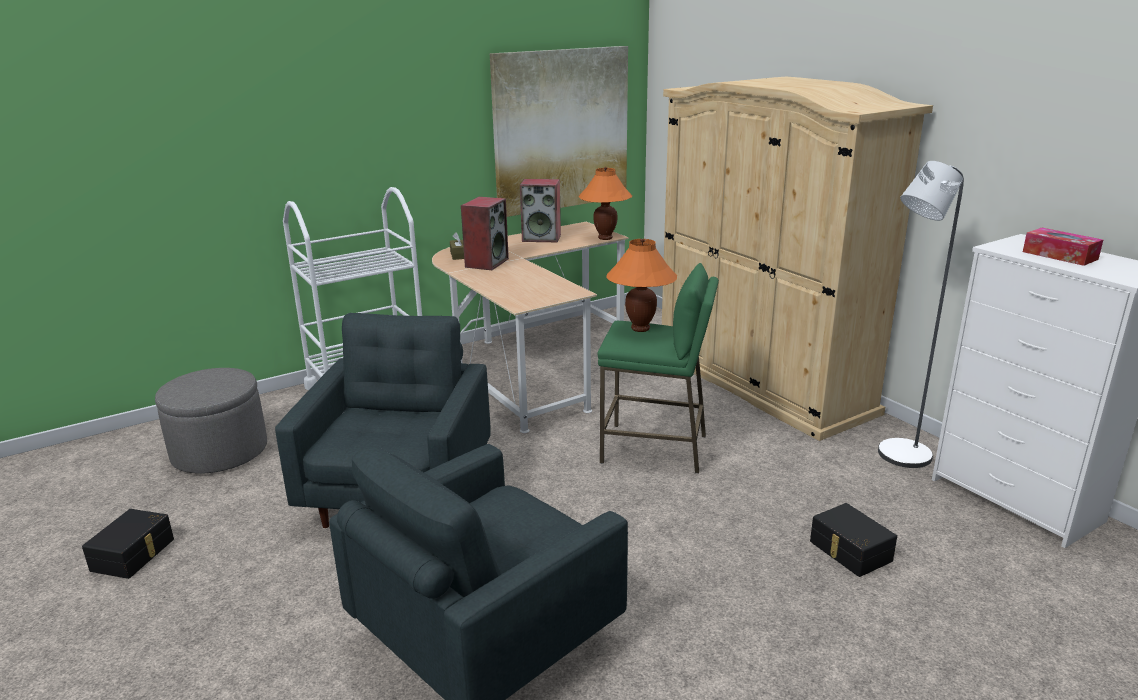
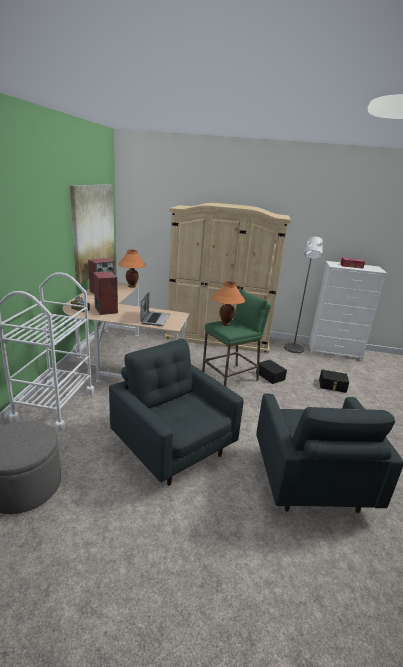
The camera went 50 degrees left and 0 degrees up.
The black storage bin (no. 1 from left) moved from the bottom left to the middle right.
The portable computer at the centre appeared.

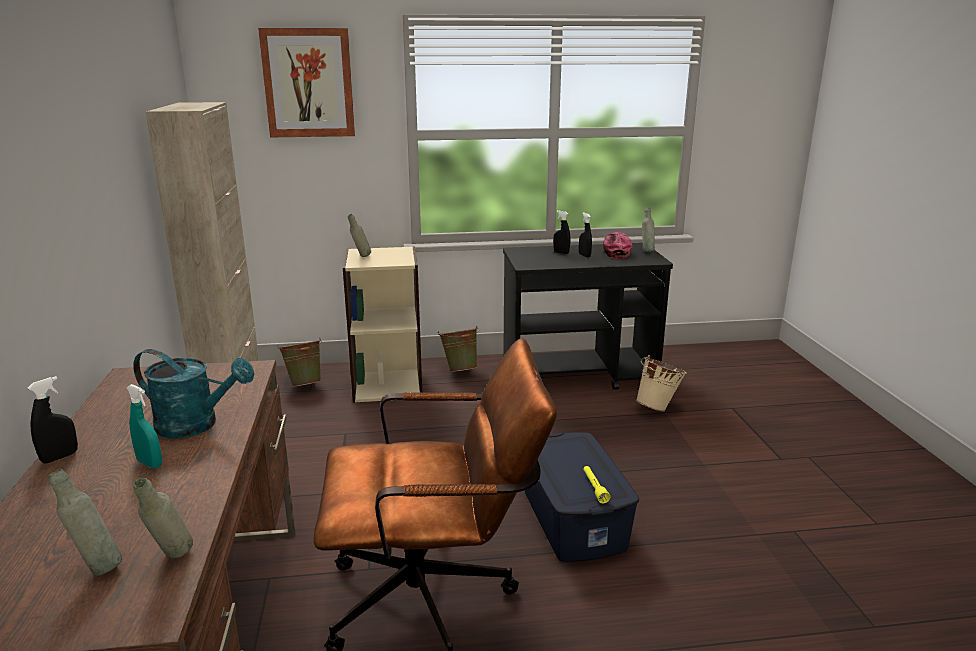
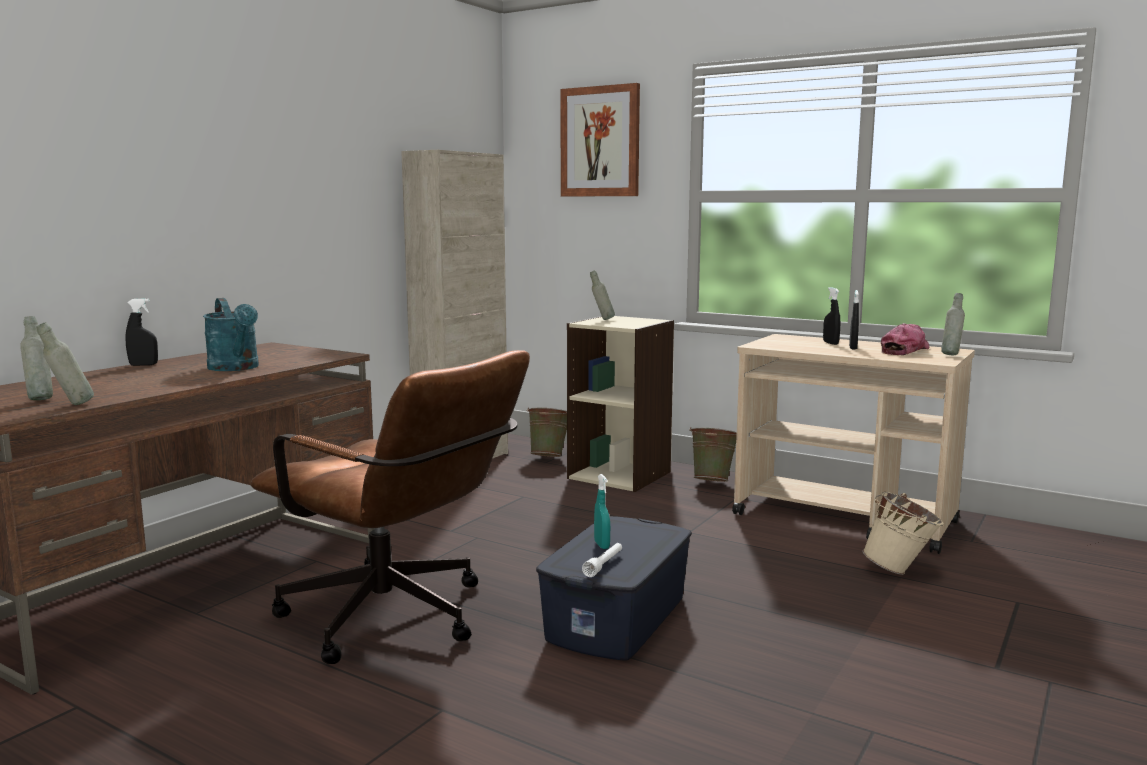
The camera went 40 degrees right and 10 degrees down.
The turquoise-coloured spray bottle moved from the middle left to the bottom centre.
The black wheeled cart at the centre became the sand-coloured wheeled cart at the middle right.
The yellow-coloured torch at the bottom centre became the white torch at the bottom centre.

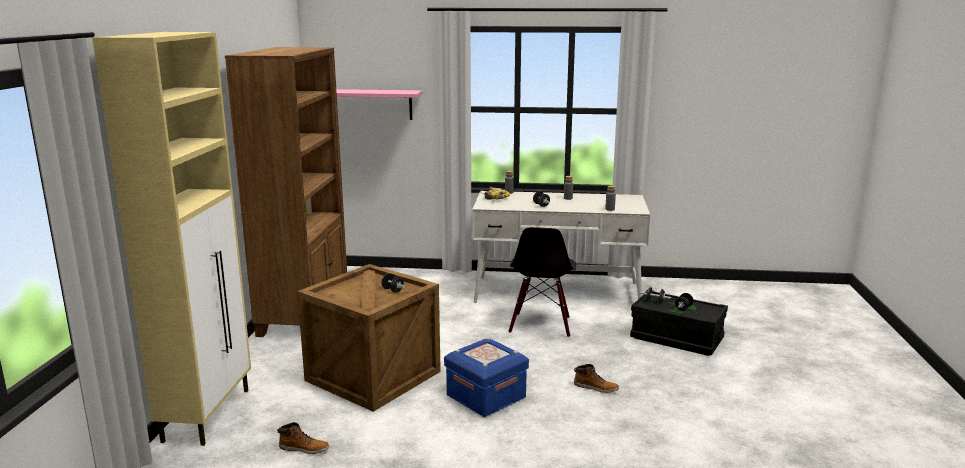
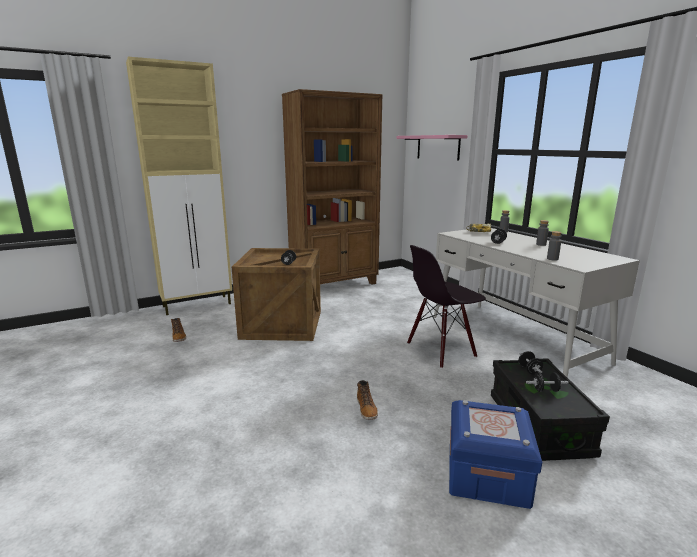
The camera went 55 degrees right and 0 degrees up.
The blue-coloured storage bin moved from the bottom centre to the bottom right.

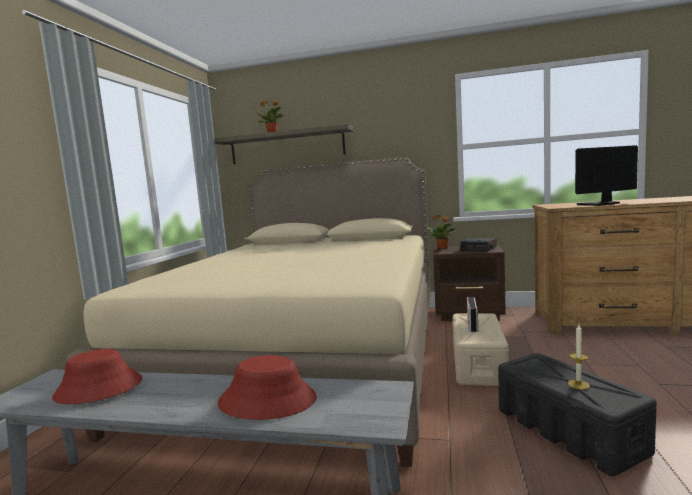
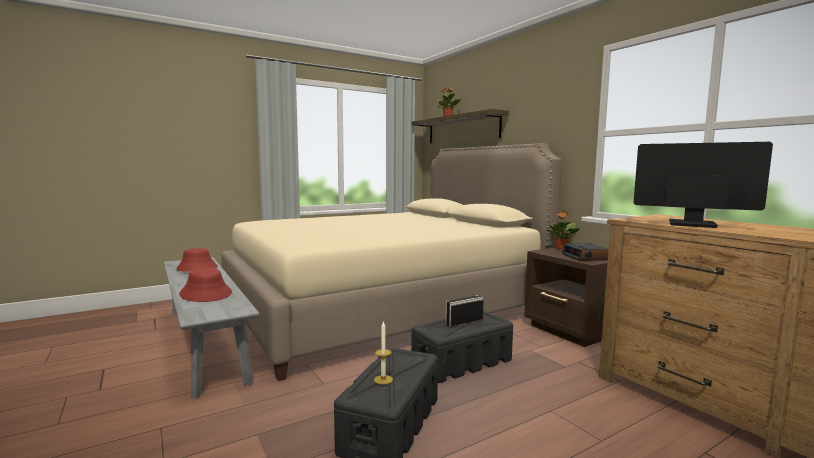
The camera went 45 degrees right and 0 degrees up.
The sand-coloured storage bin at the bottom right became the black storage bin (no. 2 from left) at the bottom centre.

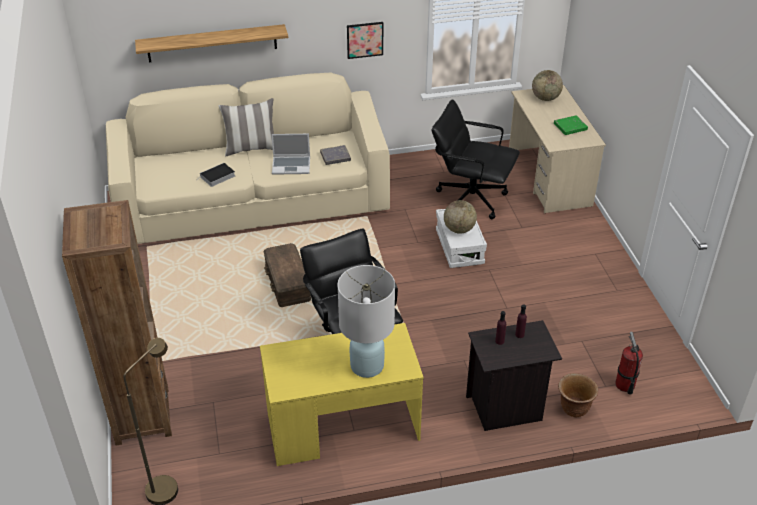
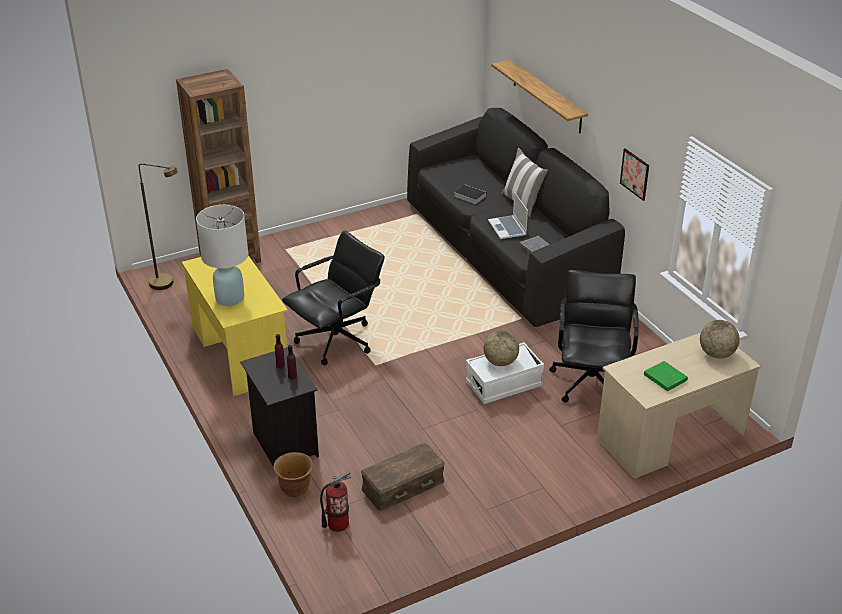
The camera went 75 degrees right and 5 degrees down.
The sand-coloured sofa at the top left became the black sofa at the centre.
The brownish storage bin moved from the centre to the bottom centre.

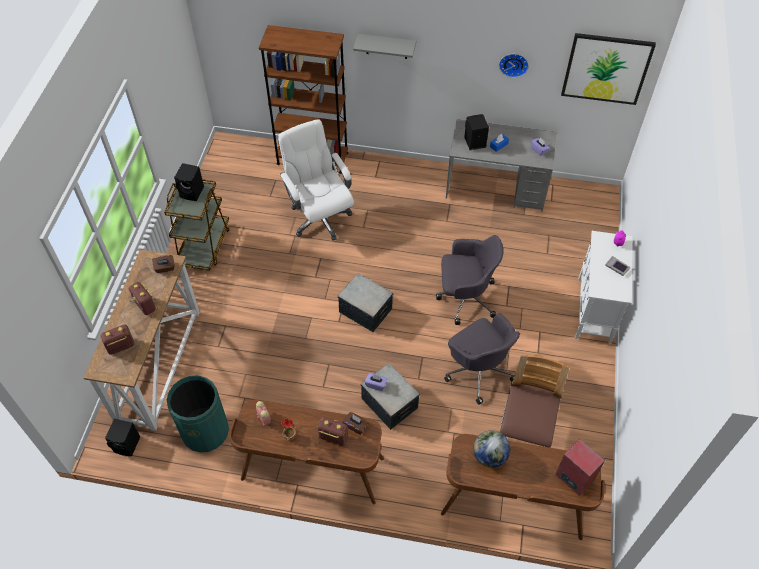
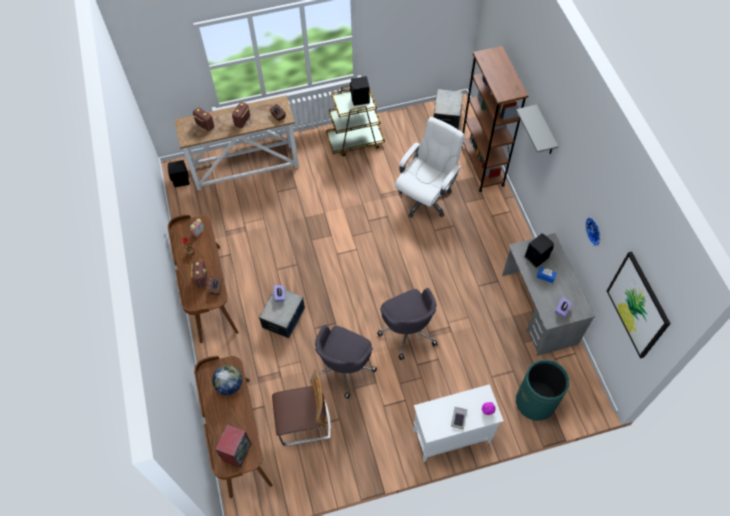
The camera went 65 degrees right and 5 degrees up.
The greenish waste bin moved from the bottom left to the bottom right.
The storage bin (no. 1 from left in the first image) moved from the centre to the top centre.

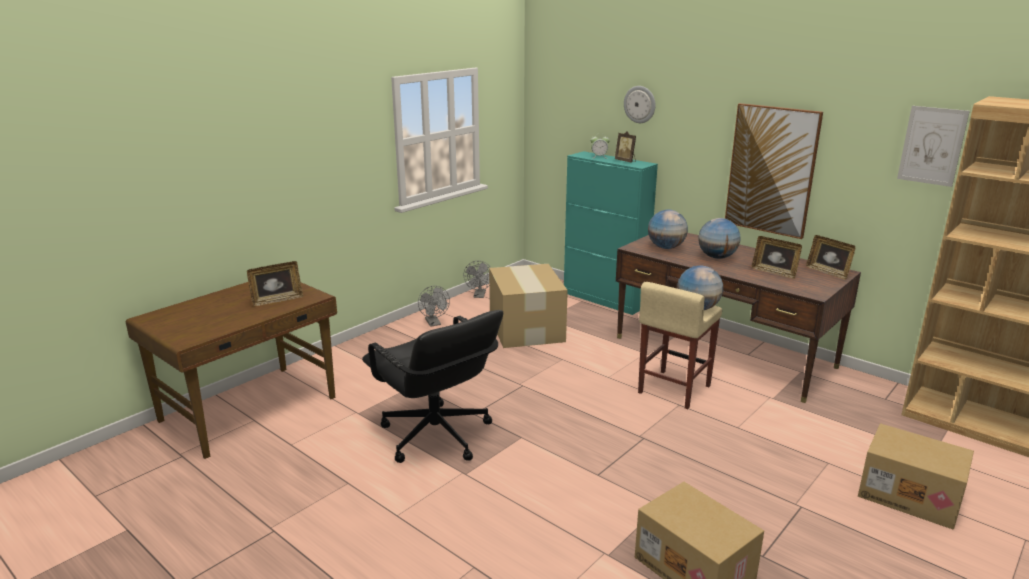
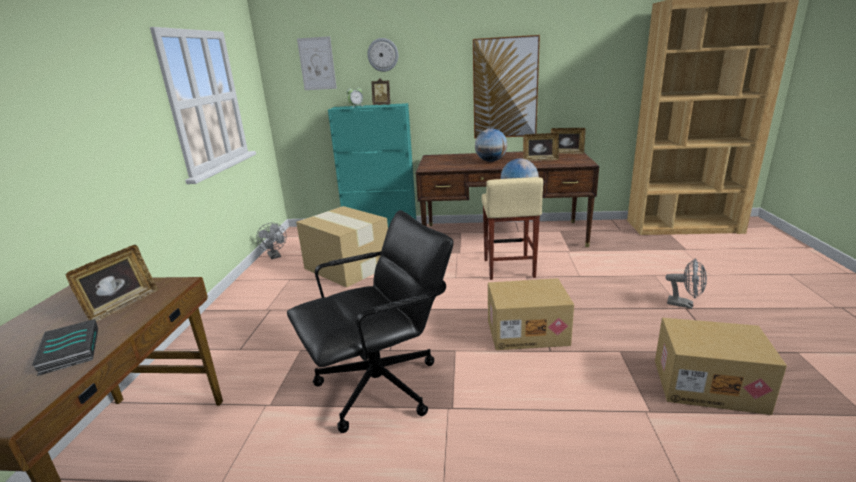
The camera went 35 degrees left and 0 degrees up.
The black desk chair at the bottom centre turned 45 degrees counterclockwise.
The grey fan (no. 1 from left in the first image) moved from the centre to the middle right.
The world globe (no. 1 from left) at the centre disappeared.
The cardboard box (no. 3 from left in the first image) moved from the bottom right to the centre.
The picture (no. 2 from left in the first image) moved from the top right to the top centre.
The book at the bottom left appeared.

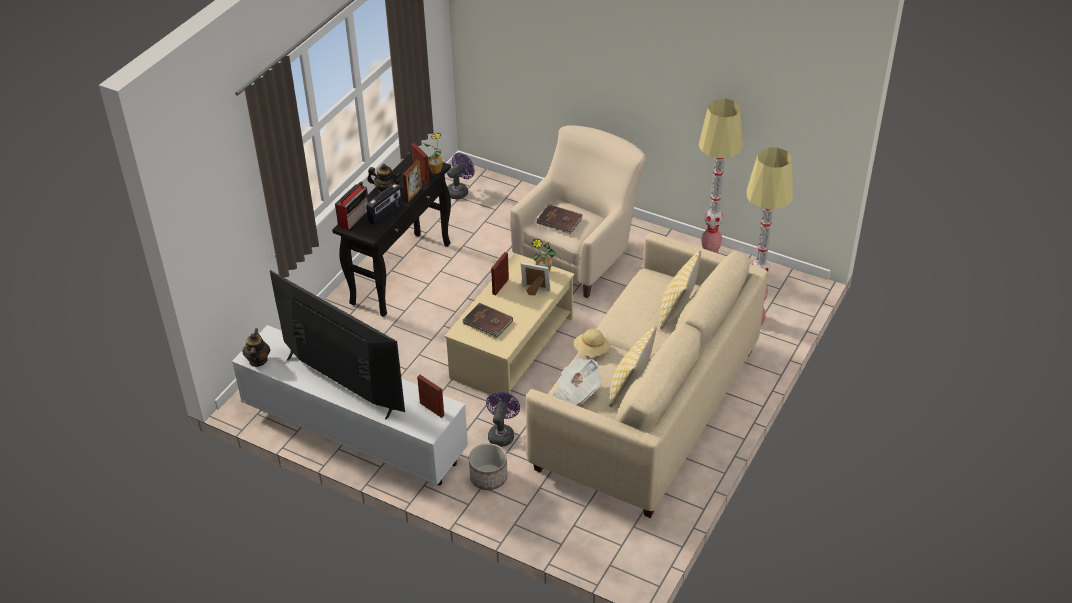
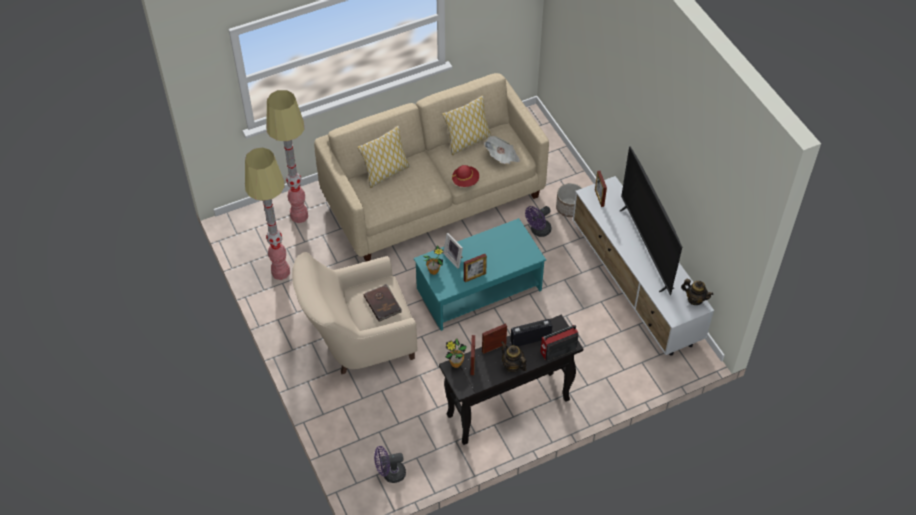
The camera went 145 degrees left and 10 degrees up.
The teapot (no. 1 from left in the first image) at the middle left turned 90 degrees counterclockwise.
The sand-coloured lounge table at the centre became the turquoise-coloured lounge table at the centre.
The brownish book (no. 1 from left) at the centre disappeared.
The sand-coloured clothing hat at the centre became the red-coloured clothing hat at the centre.

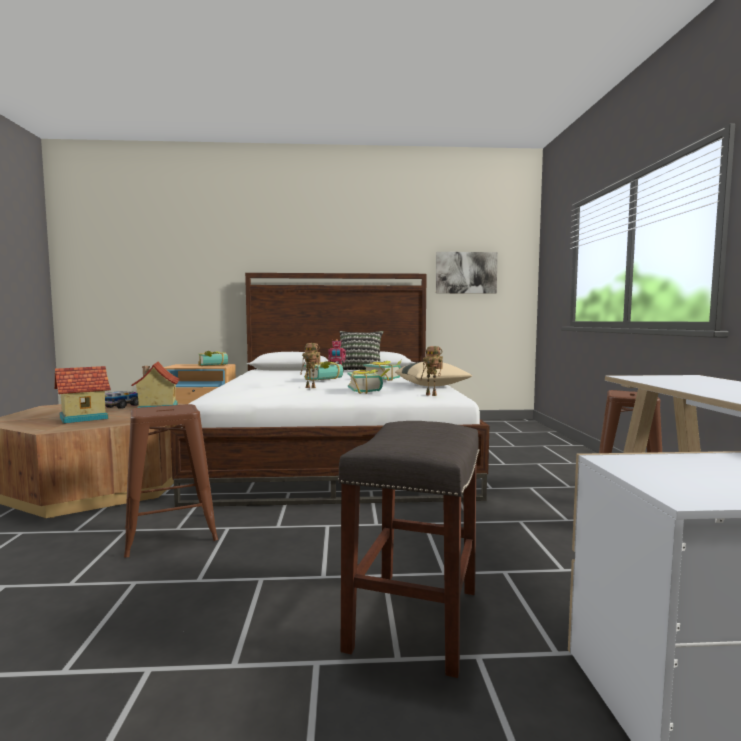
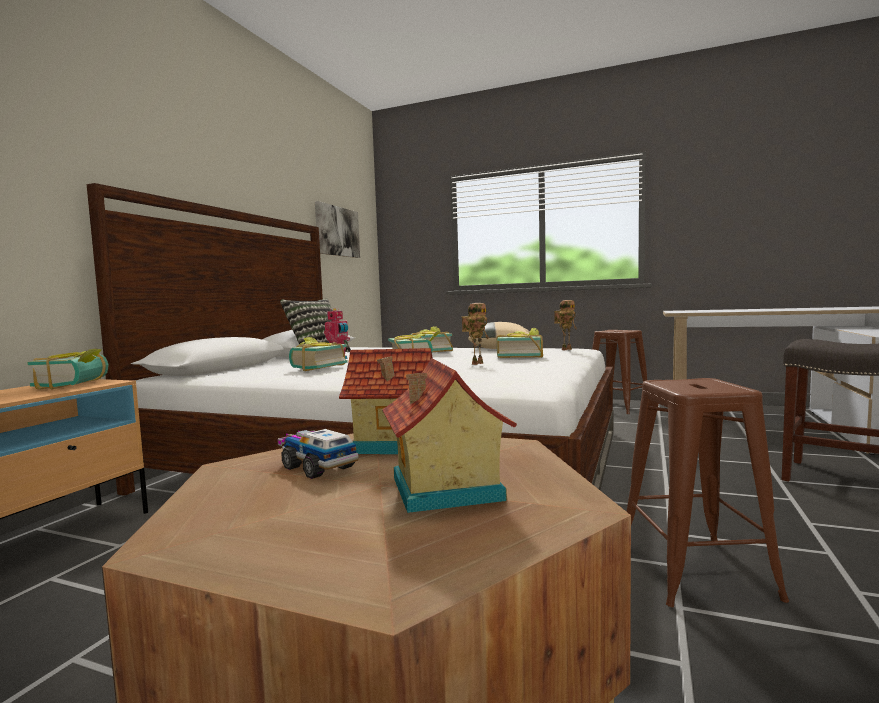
The camera went 65 degrees left and 0 degrees up.
The book (no. 2 from left) at the centre appeared.

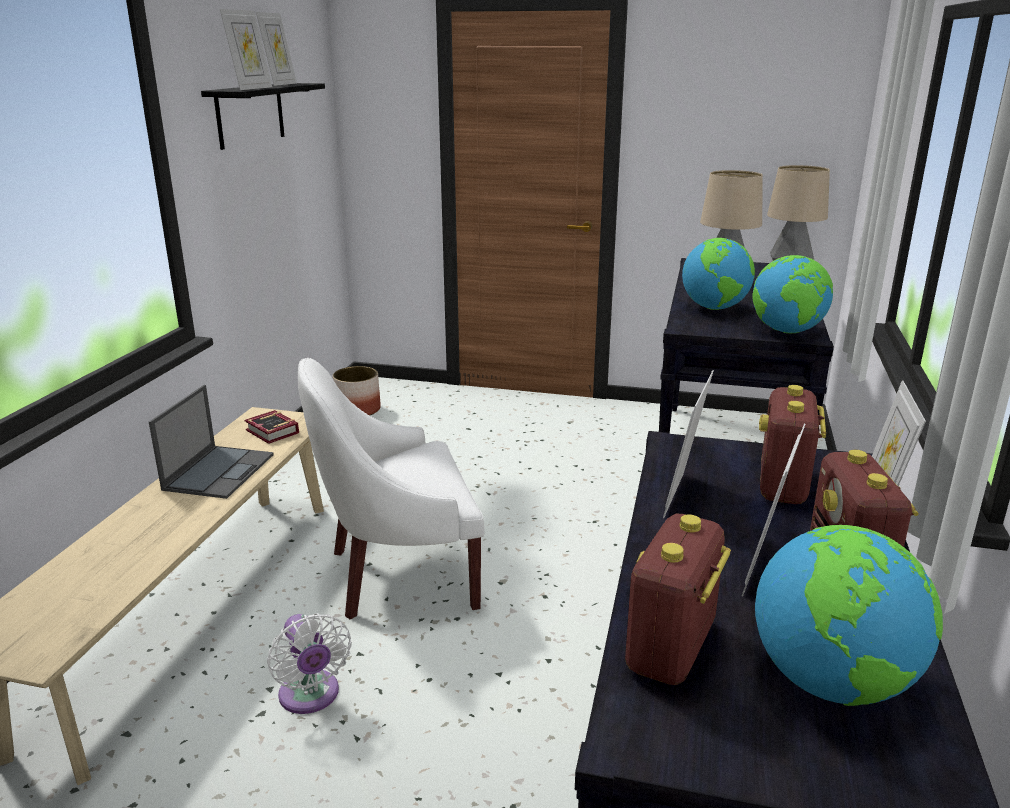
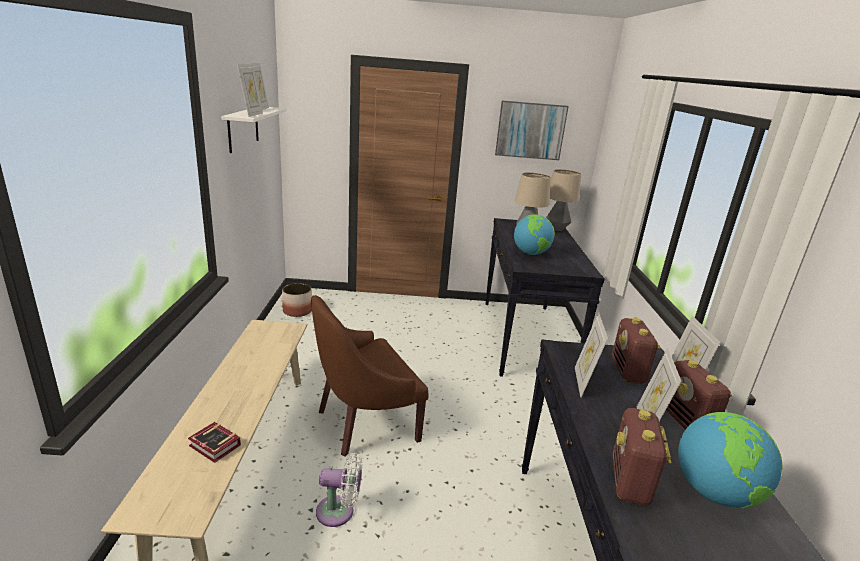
The camera went 15 degrees left and 0 degrees up.
The portable computer at the middle left disappeared.
The black shelf at the top left became the white shelf at the top left.
The book moved from the middle left to the bottom left.
The white fan at the bottom left turned 45 degrees counterclockwise.
The white easy chair at the centre became the brownish easy chair at the bottom centre.
The world globe (no. 2 from left) at the middle right disappeared.
The picture at the top centre appeared.

